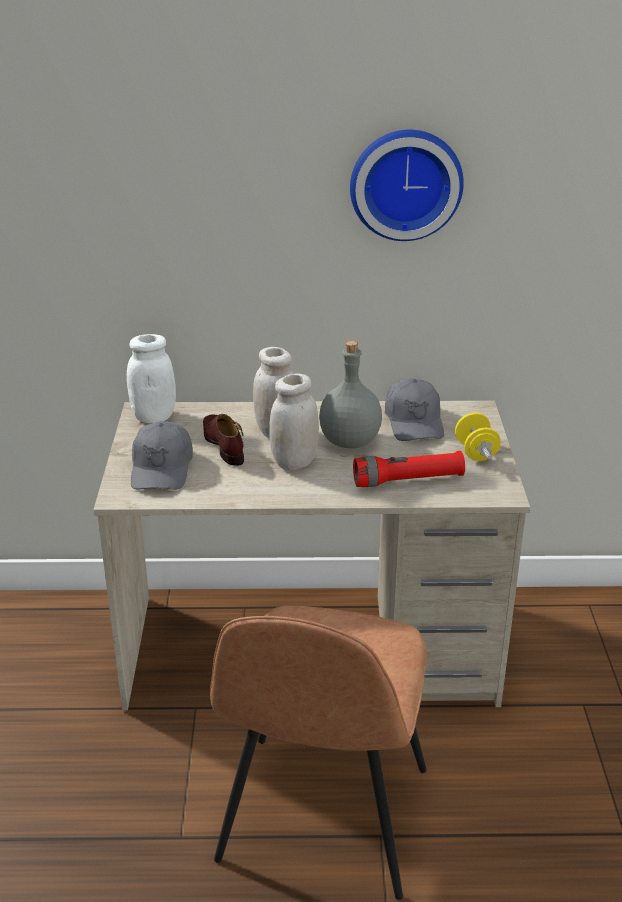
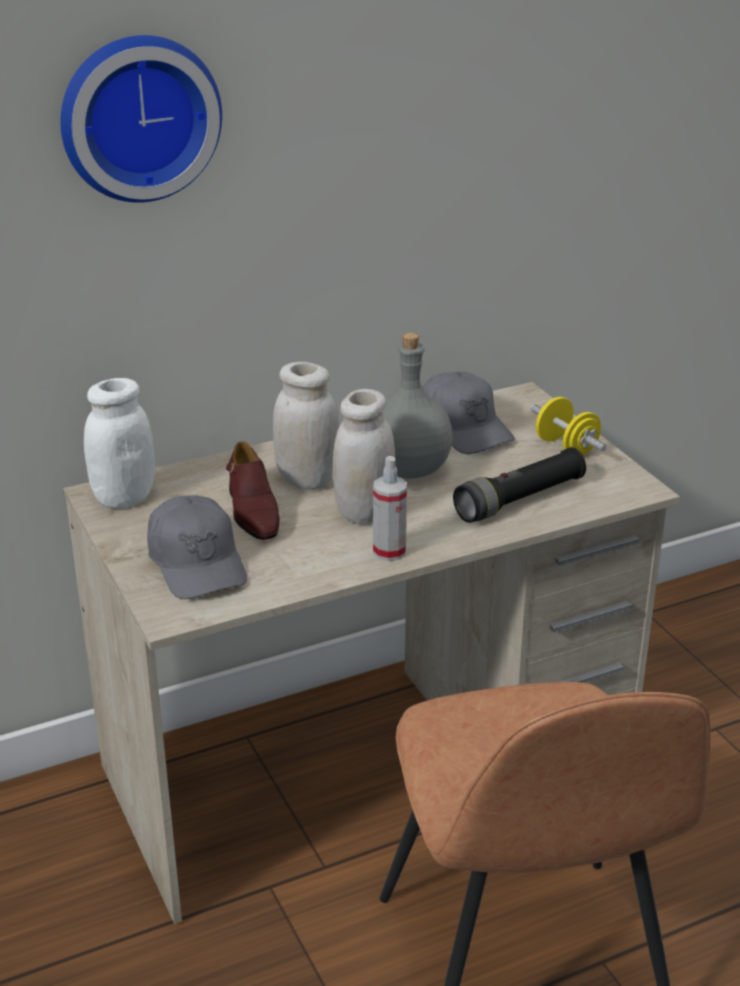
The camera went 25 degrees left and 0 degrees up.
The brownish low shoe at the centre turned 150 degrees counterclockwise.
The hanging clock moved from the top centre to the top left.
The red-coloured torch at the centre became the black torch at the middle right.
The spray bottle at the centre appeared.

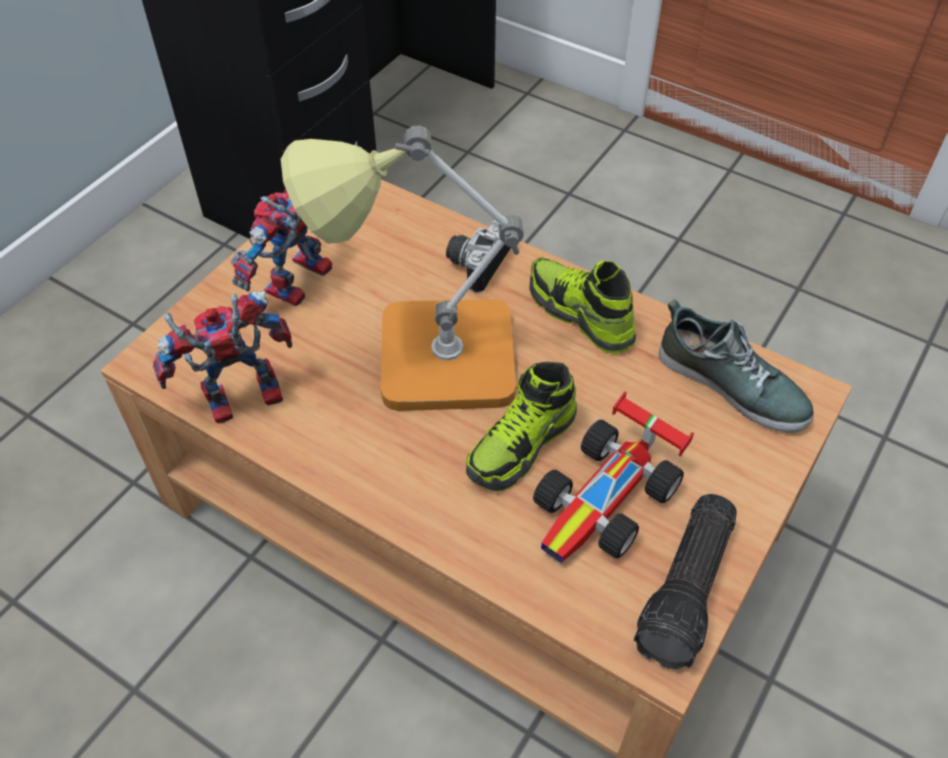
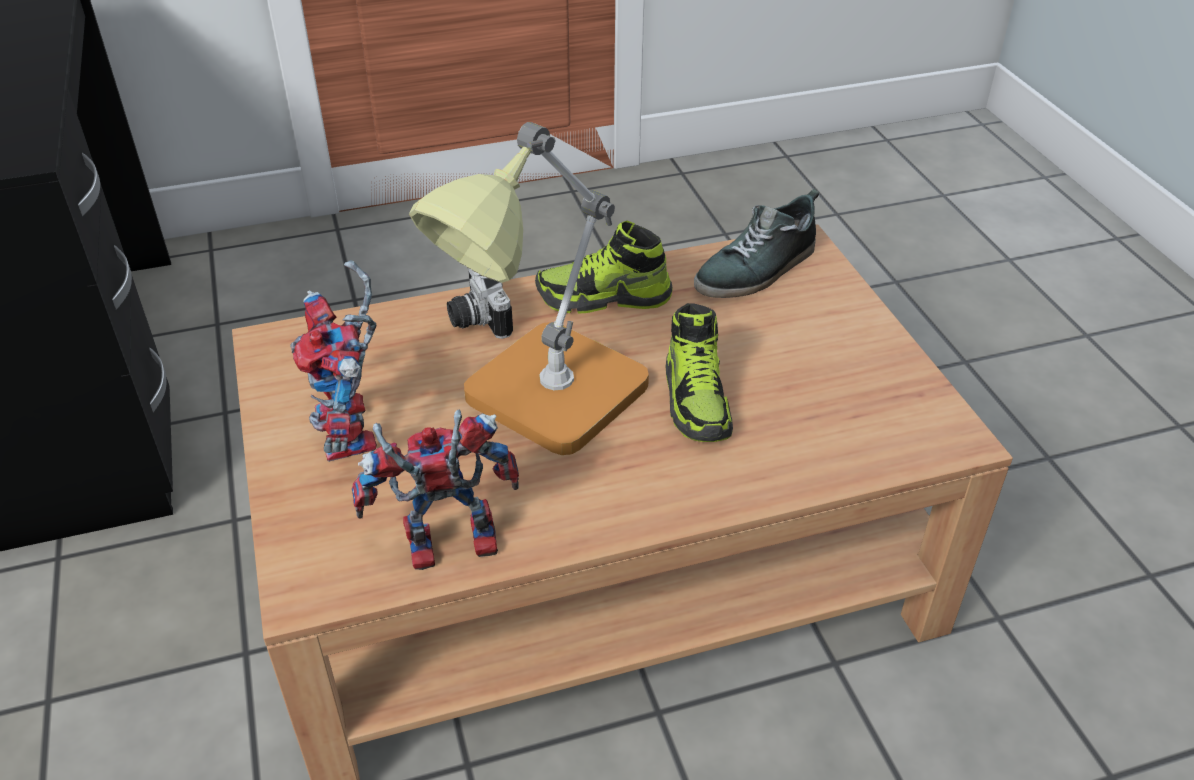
The camera went 50 degrees left and 10 degrees down.
The toy robot (no. 1 from left in the first image) at the middle left turned 60 degrees clockwise.
The miniature car at the centre disappeared.
The torch at the bottom right disappeared.
The low shoe (no. 3 from left) at the middle right turned 150 degrees clockwise.

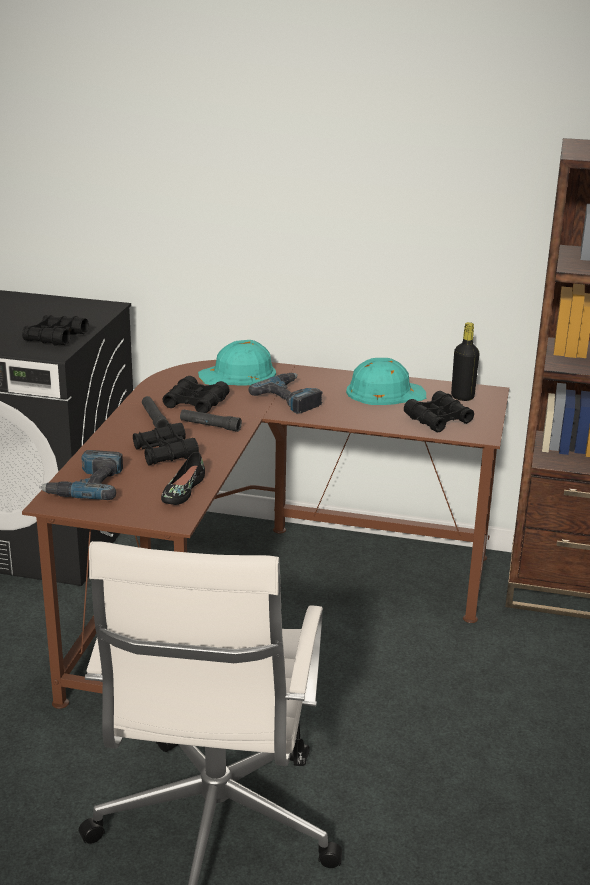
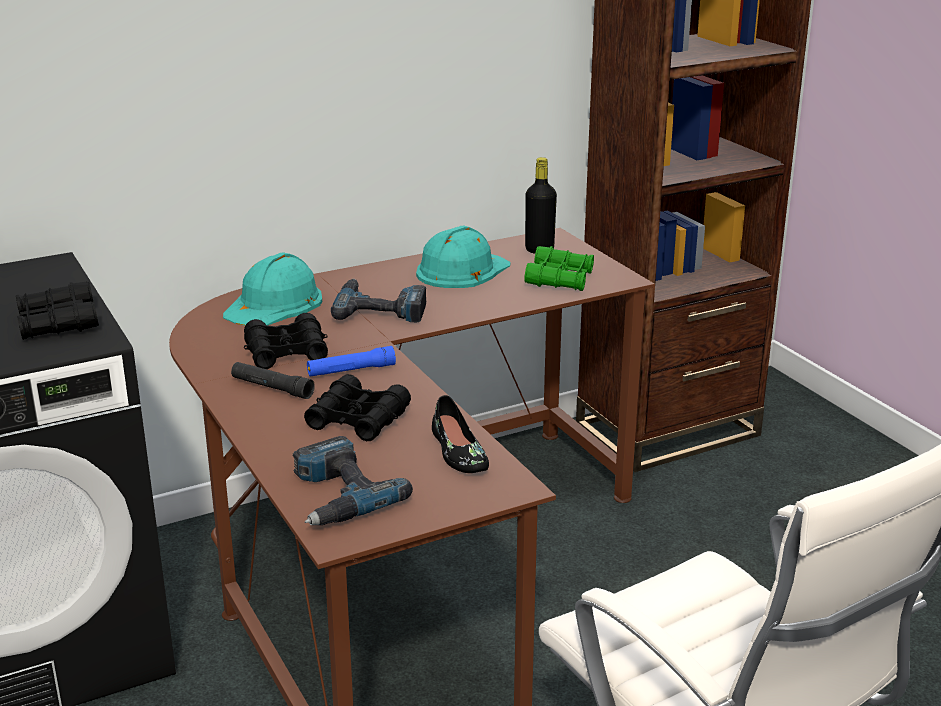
The camera went 40 degrees left and 0 degrees up.
The black torch (no. 2 from left) at the centre became the blue-coloured torch at the centre.
The black pair of binoculars (no. 4 from left) at the middle right became the greenish pair of binoculars at the centre.

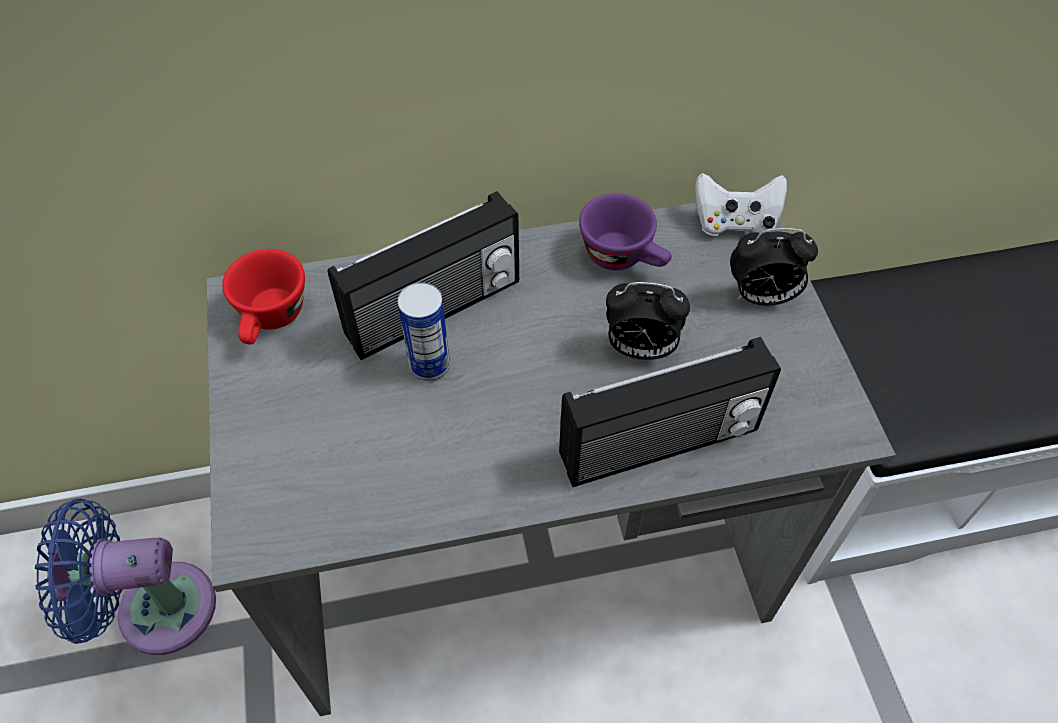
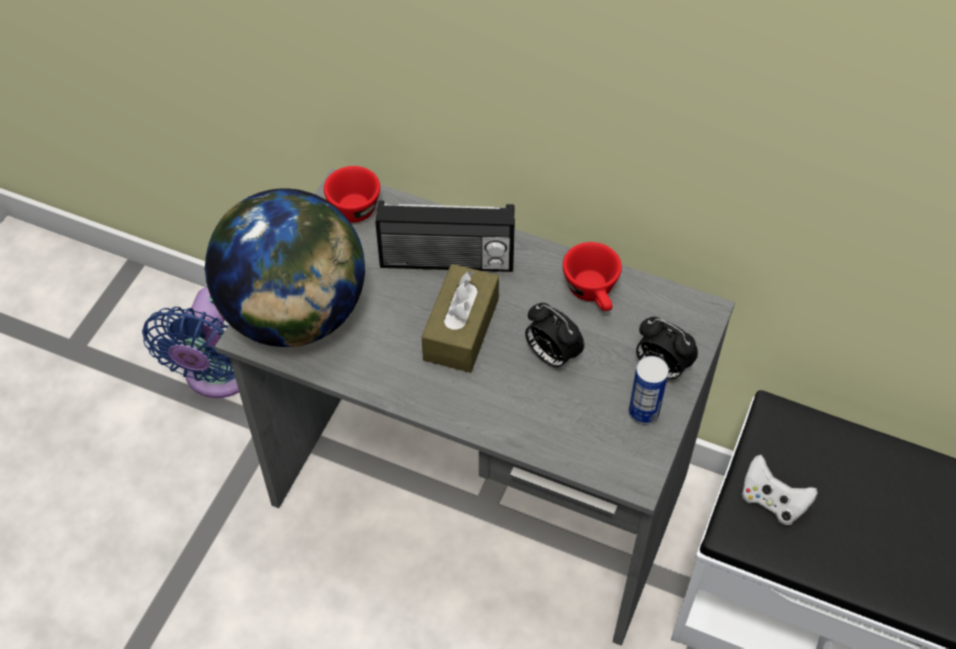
The camera went 35 degrees right and 0 degrees up.
The blue-coloured fan at the bottom left turned 105 degrees counterclockwise.
The sealed can moved from the centre to the middle right.
The radio set (no. 2 from left) at the centre disappeared.
The purplish small cup at the top centre became the red-coloured small cup (no. 2 from left) at the centre.
The white gamepad moved from the top right to the bottom right.
The world globe at the middle left appeared.
The brownish tissue holder at the centre appeared.

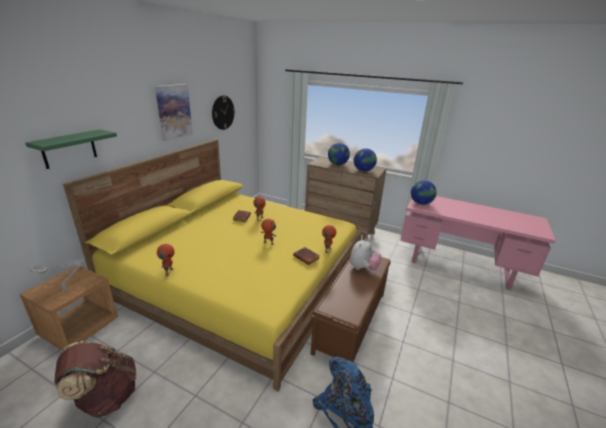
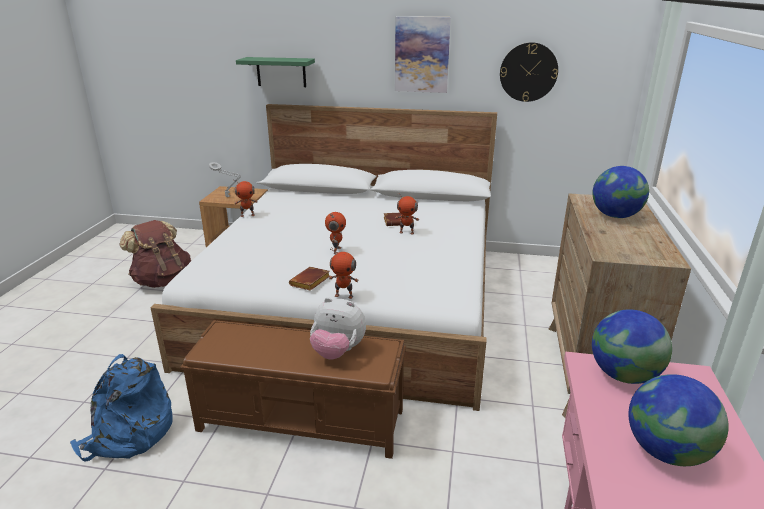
The camera went 75 degrees right and 0 degrees up.
The yellow-coloured bed at the centre became the white bed at the centre.
The world globe (no. 2 from left in the first image) moved from the centre to the bottom right.

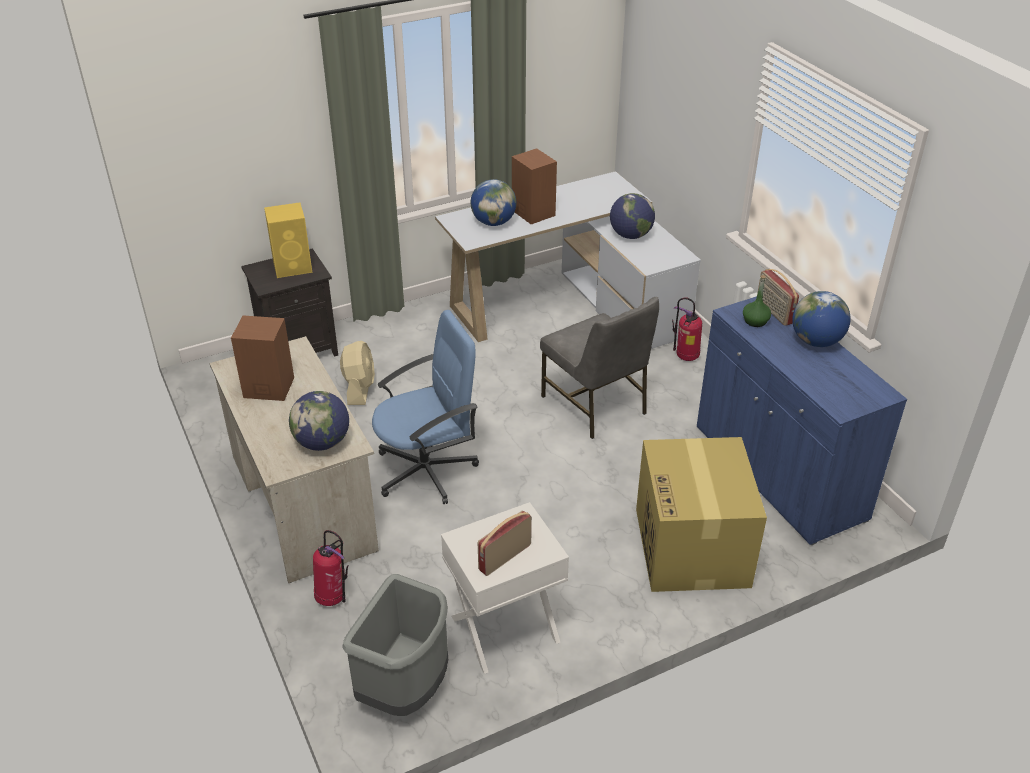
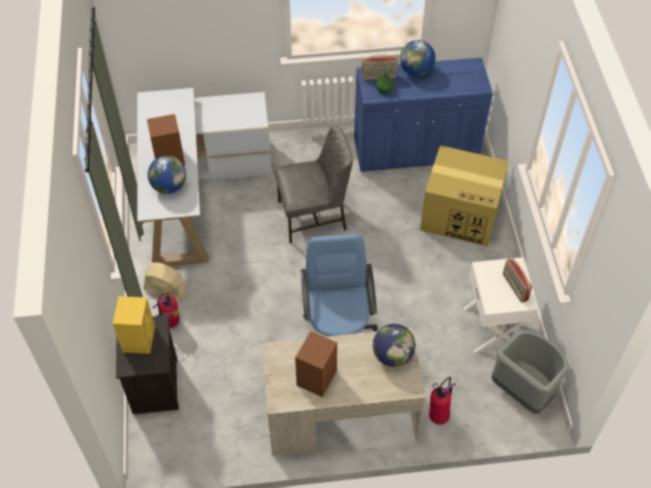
The camera went 70 degrees left and 15 degrees up.
The sand-coloured fan moved from the centre to the middle left.
The world globe (no. 3 from left) at the top centre disappeared.
The fire-fighting cylinder (no. 2 from left in the first image) moved from the middle right to the middle left.

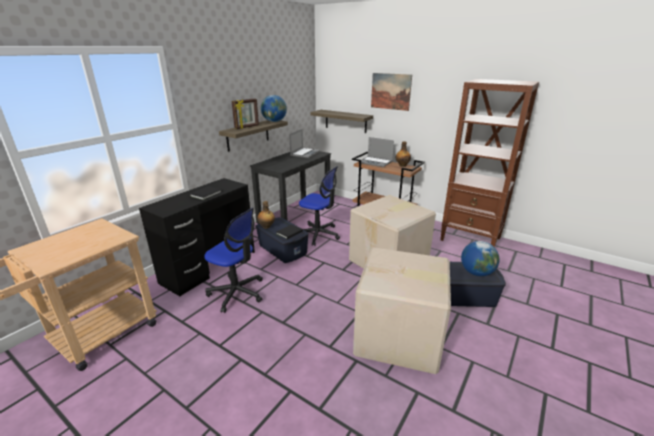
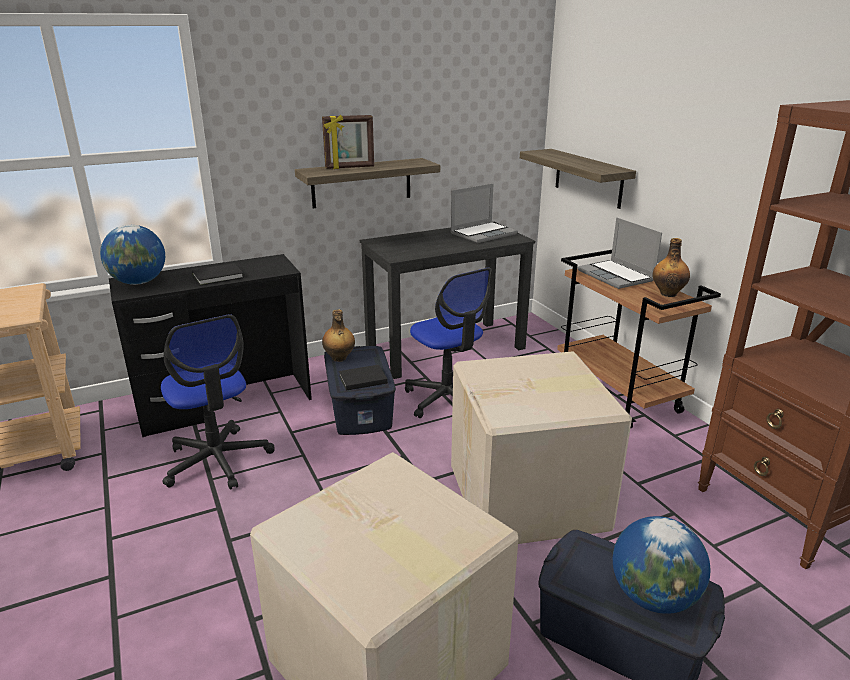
The camera went 30 degrees right and 0 degrees up.
The world globe (no. 1 from left) moved from the top centre to the middle left.
The picture at the top centre disappeared.

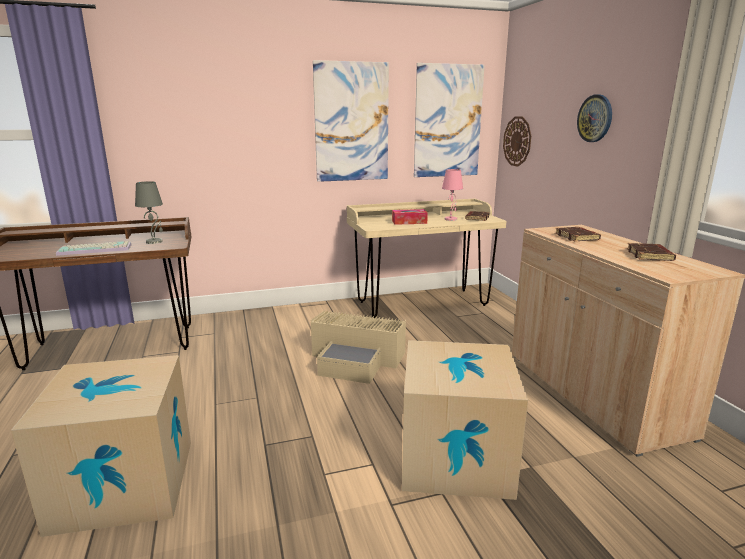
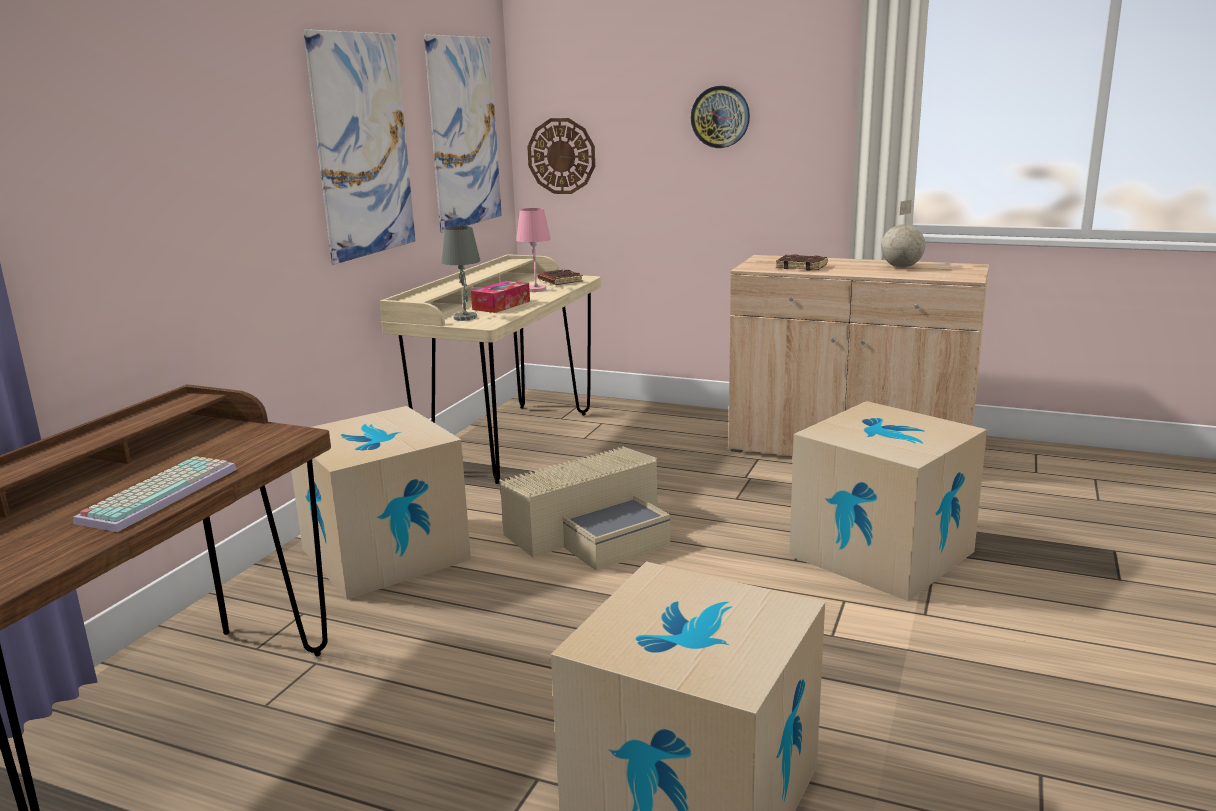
The camera went 50 degrees left and 0 degrees up.
The grey tabletop lamp moved from the middle left to the centre.
The brownish book (no. 3 from left) at the middle right was replaced by the world globe at the top right.
The cardboard box (no. 1 from left) at the middle left appeared.

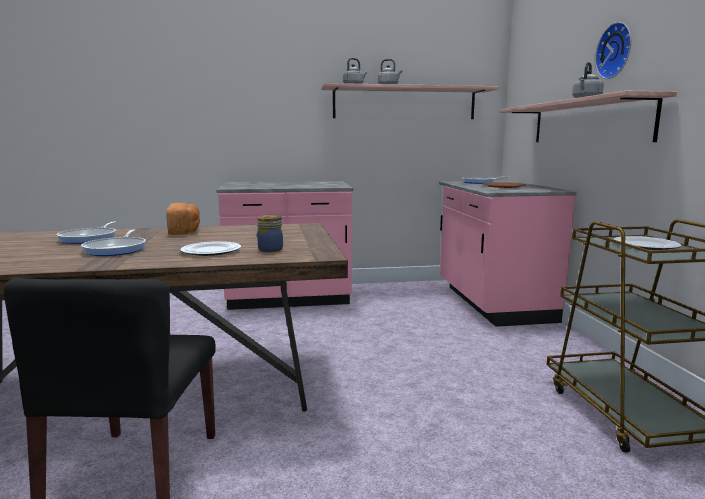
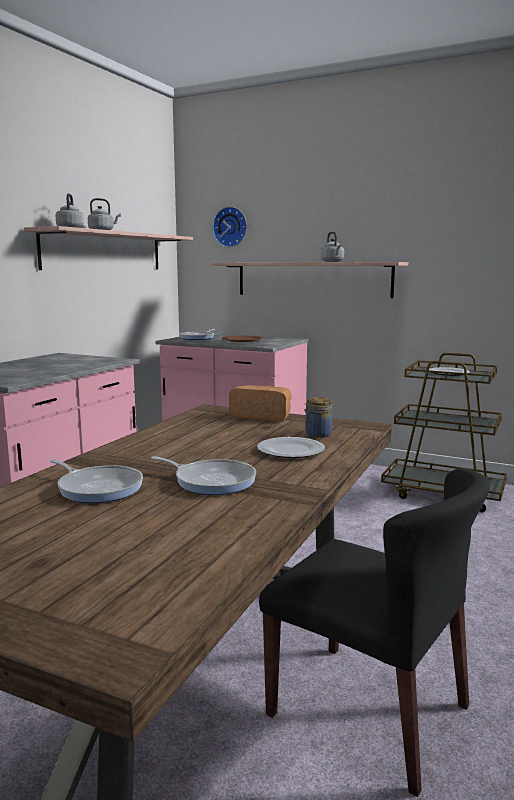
The camera went 55 degrees left and 0 degrees up.
The bread moved from the middle left to the centre.
The hanging clock moved from the top right to the top centre.

